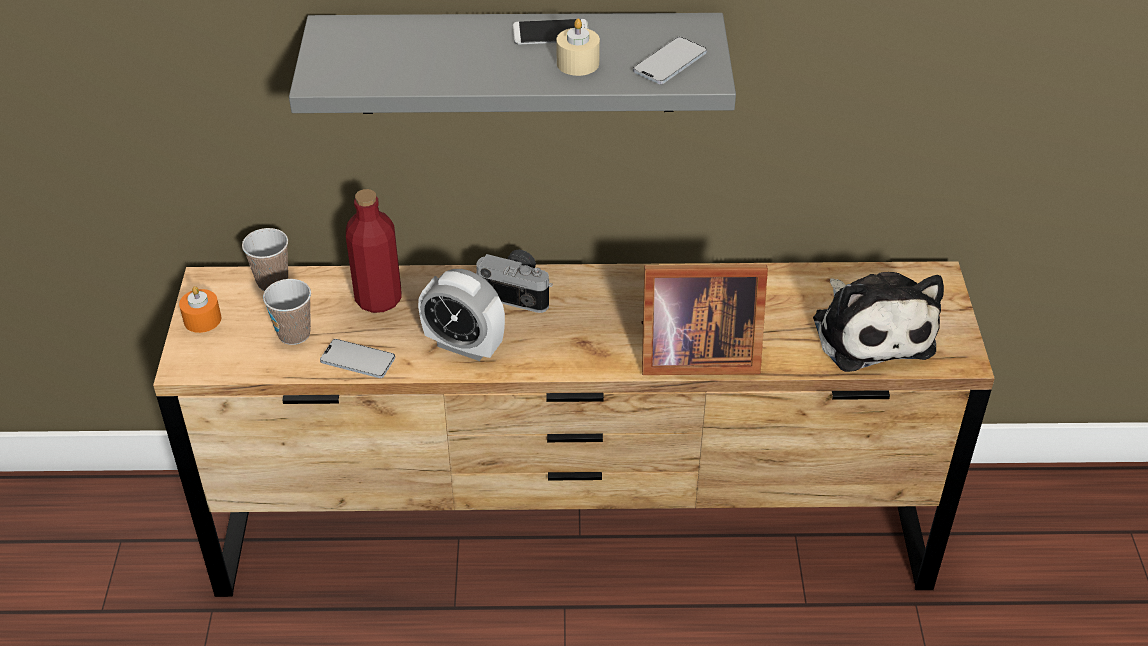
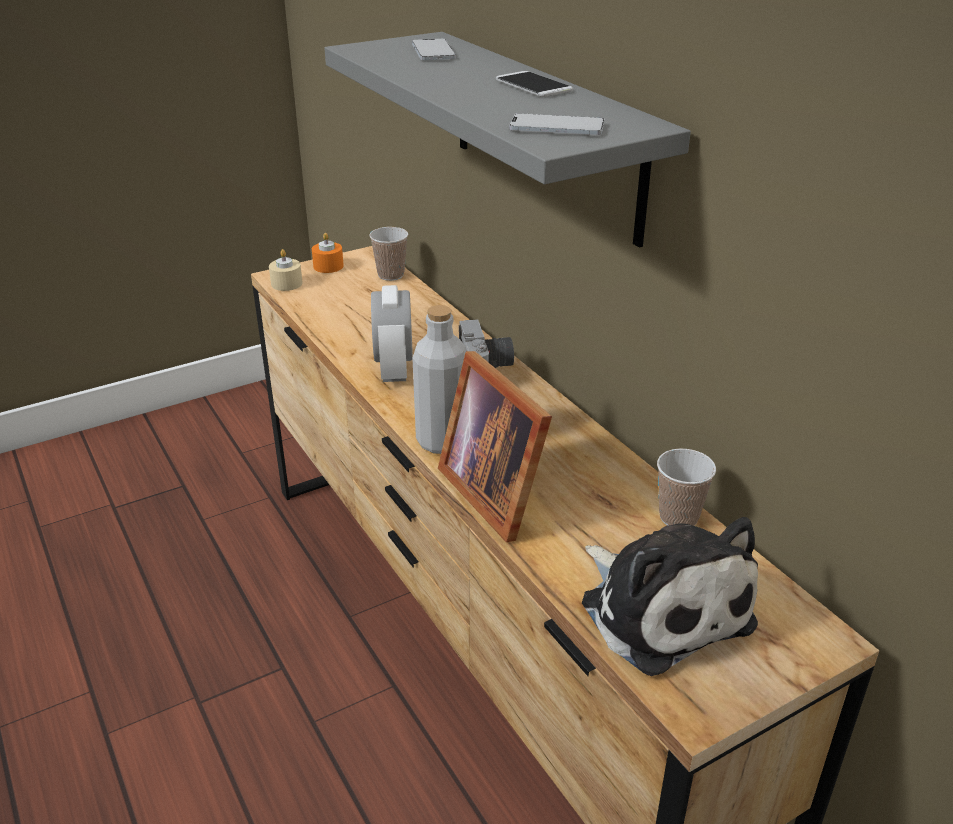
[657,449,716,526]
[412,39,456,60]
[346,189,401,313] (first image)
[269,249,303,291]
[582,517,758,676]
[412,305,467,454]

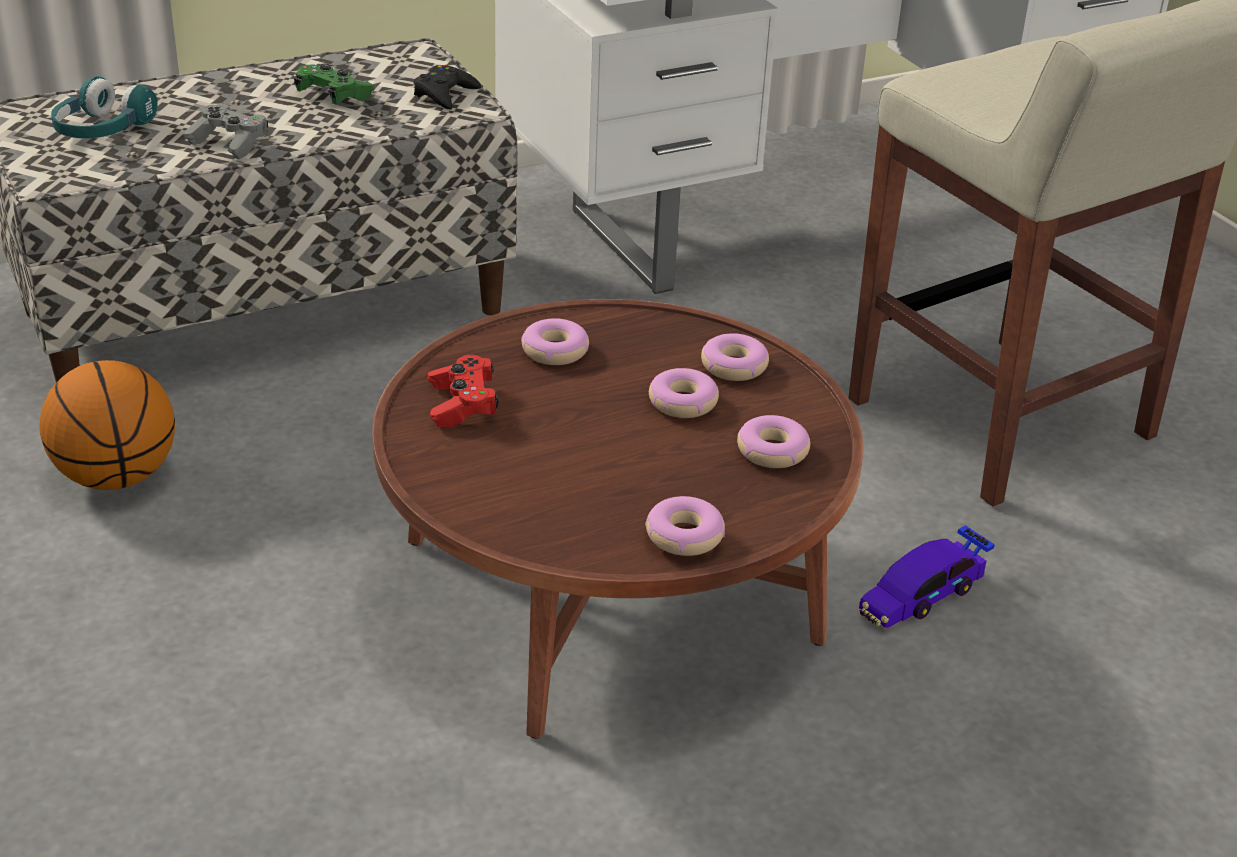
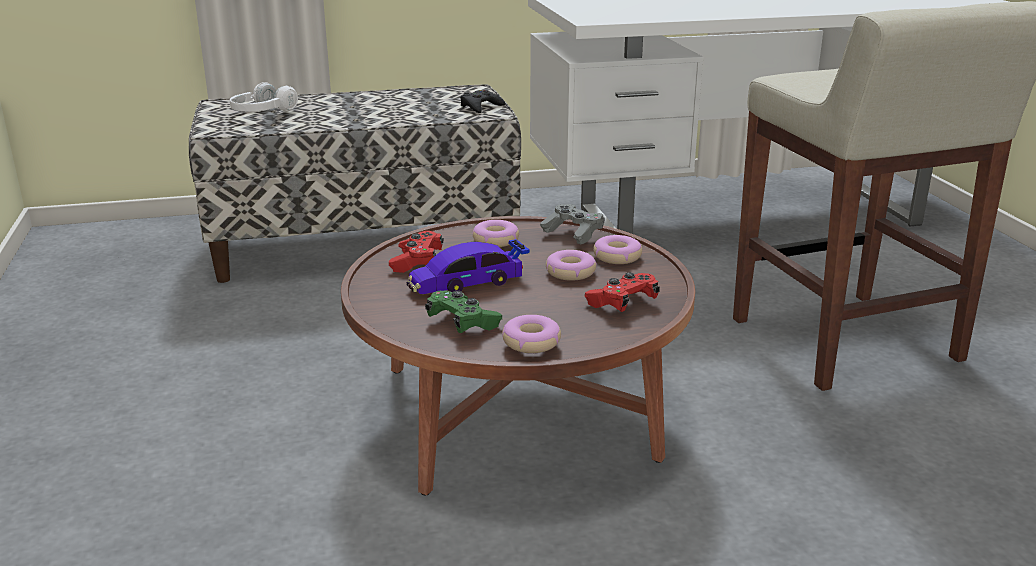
[40,360,175,490] (first image)
[230,82,298,112]
[540,204,604,244]
[425,291,502,333]
[584,272,660,312]
[406,239,530,294]

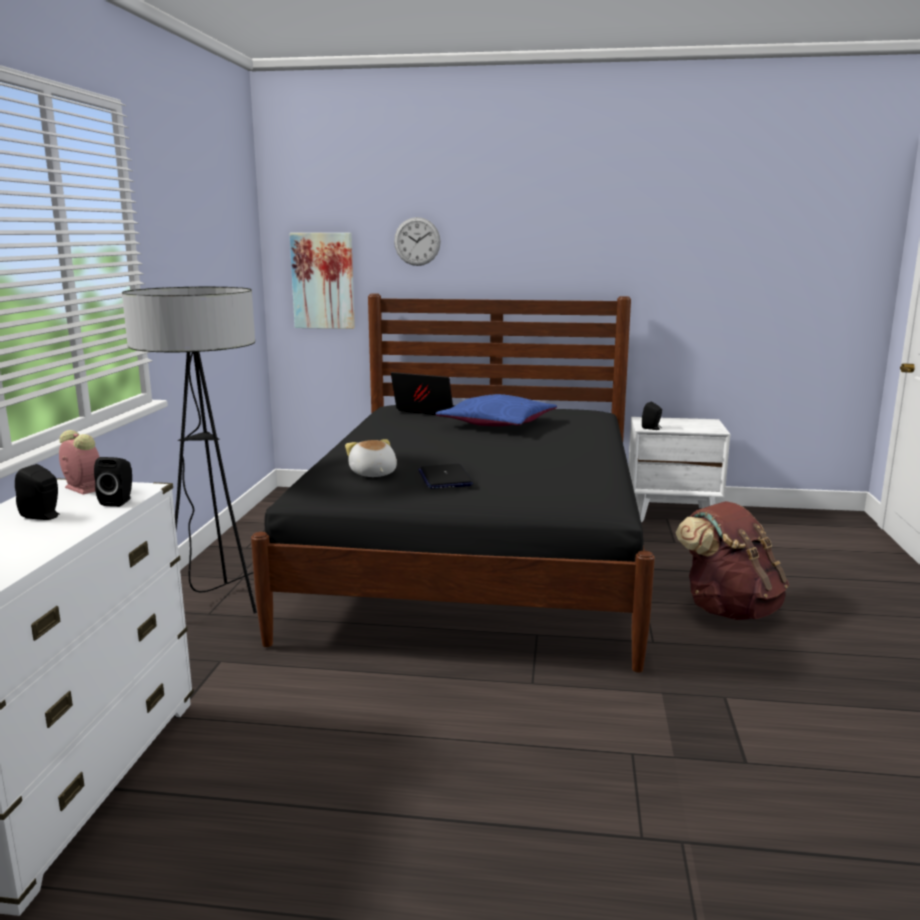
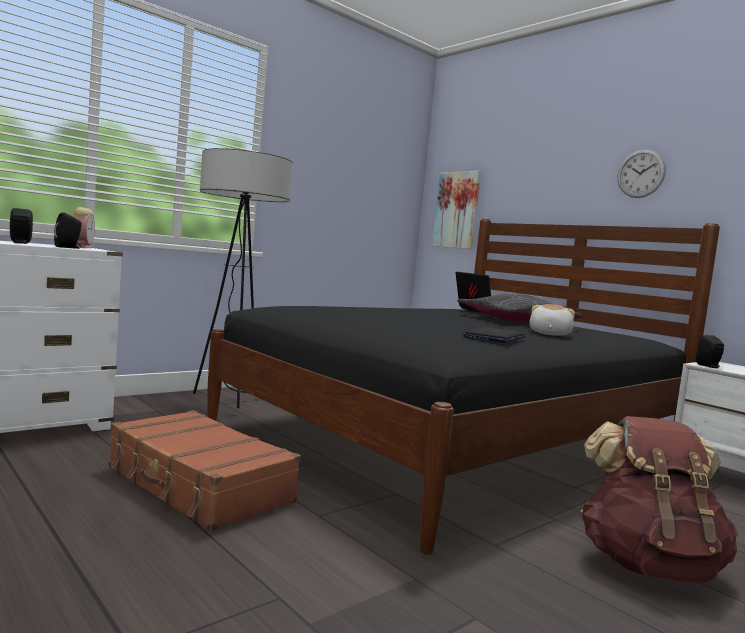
[529,304,575,336]
[618,149,666,198]
[462,327,525,343]
[457,293,583,322]
[109,410,301,531]

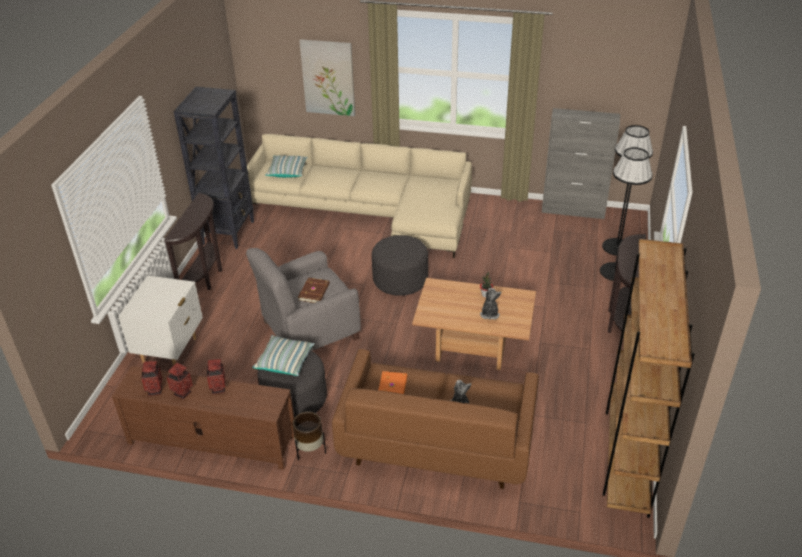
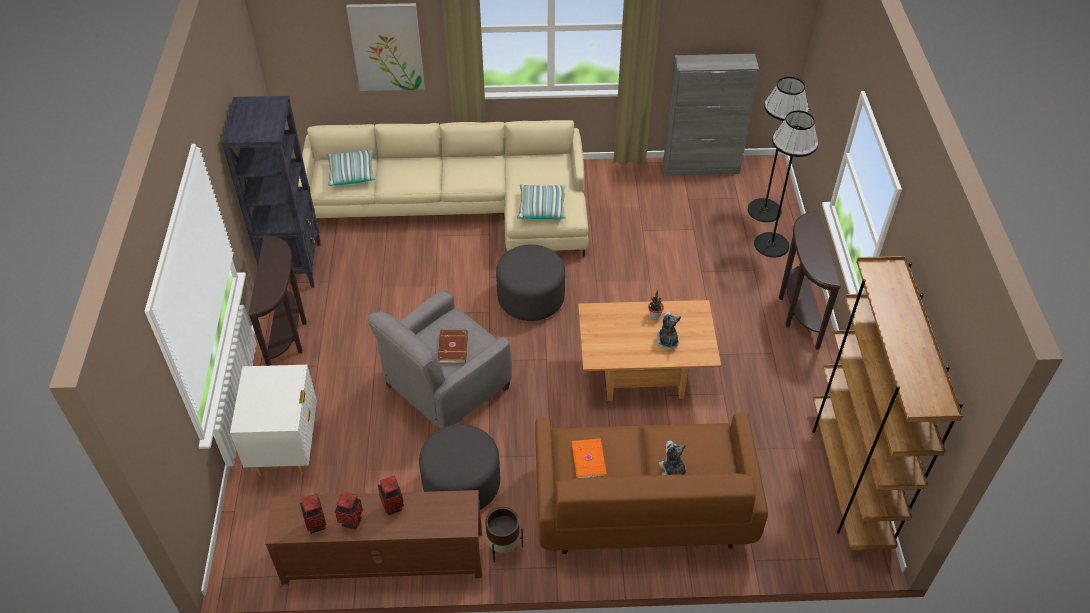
[517,184,566,219]

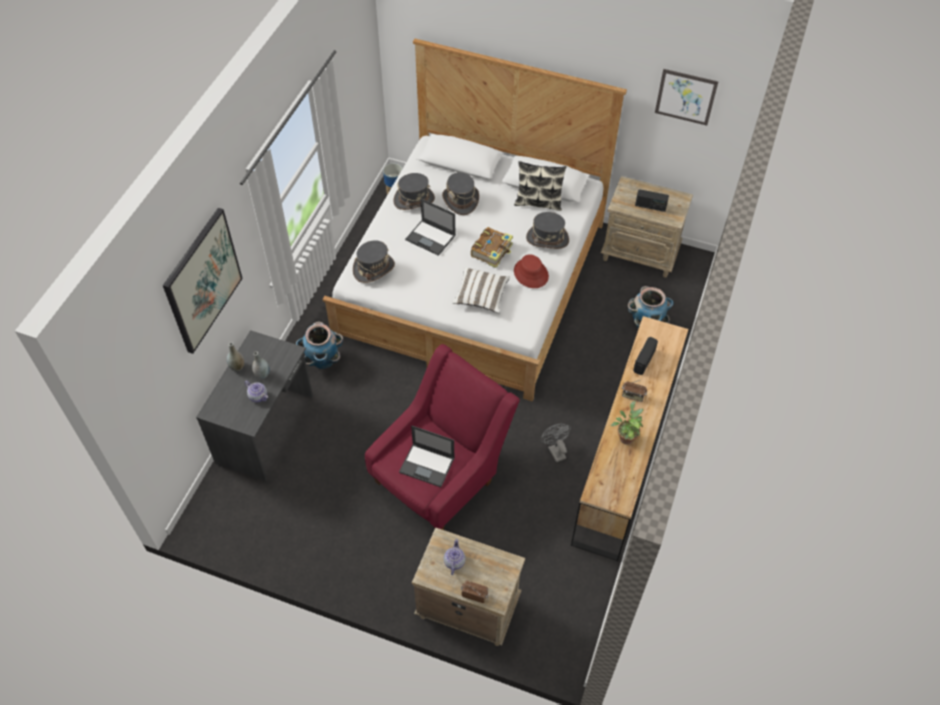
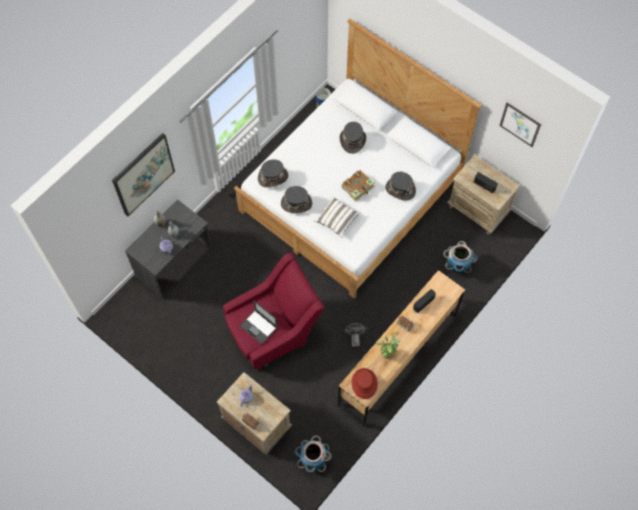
[295,435,332,473]
[281,186,312,213]
[405,199,456,256] (first image)
[514,161,567,211] (first image)
[352,368,378,399]

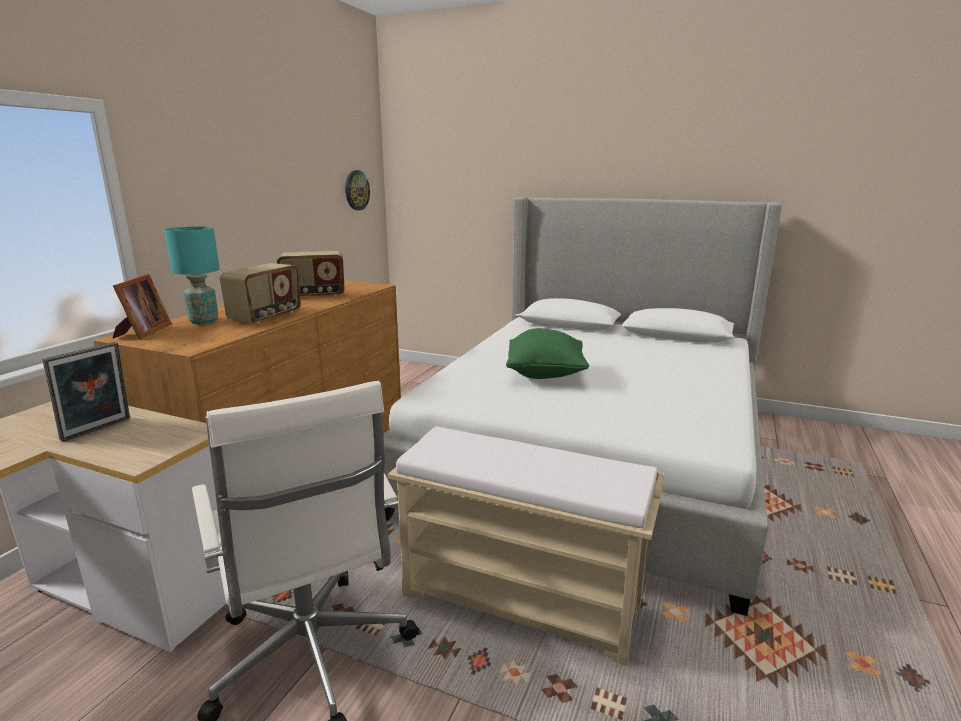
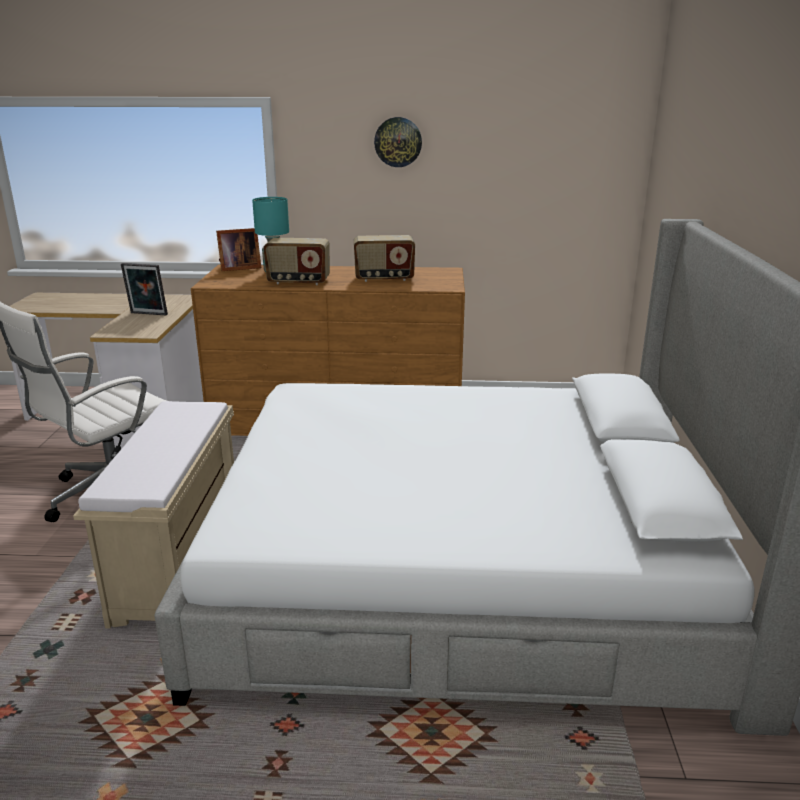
[354,235,415,282]
[374,117,422,167]
[506,328,589,379] (first image)

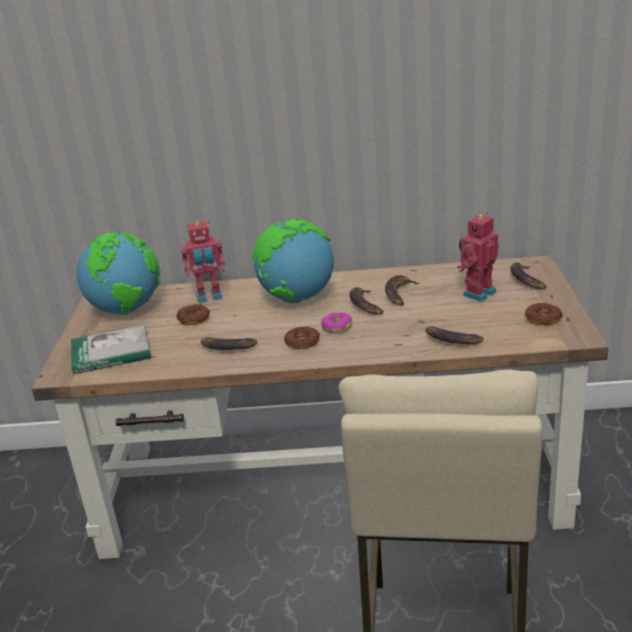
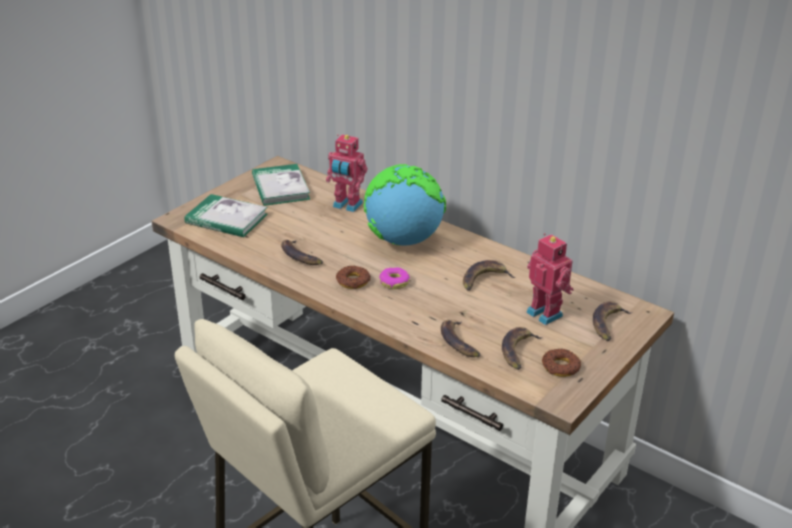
[252,164,310,206]
[176,304,210,325] (first image)
[502,327,543,370]
[526,233,573,325]

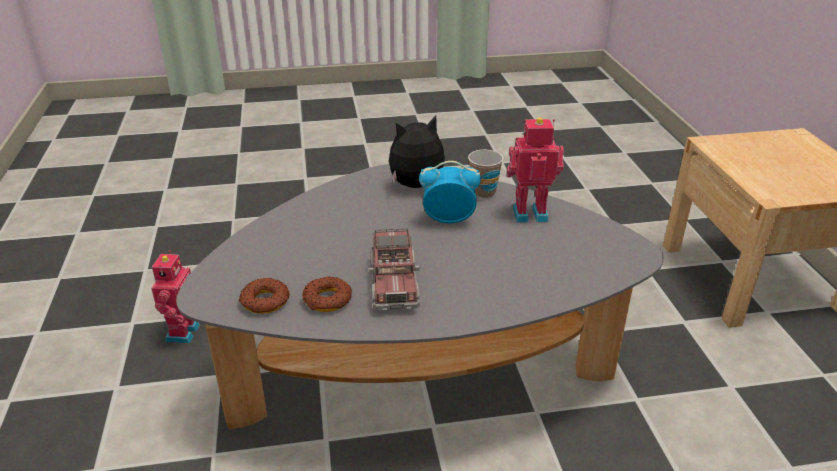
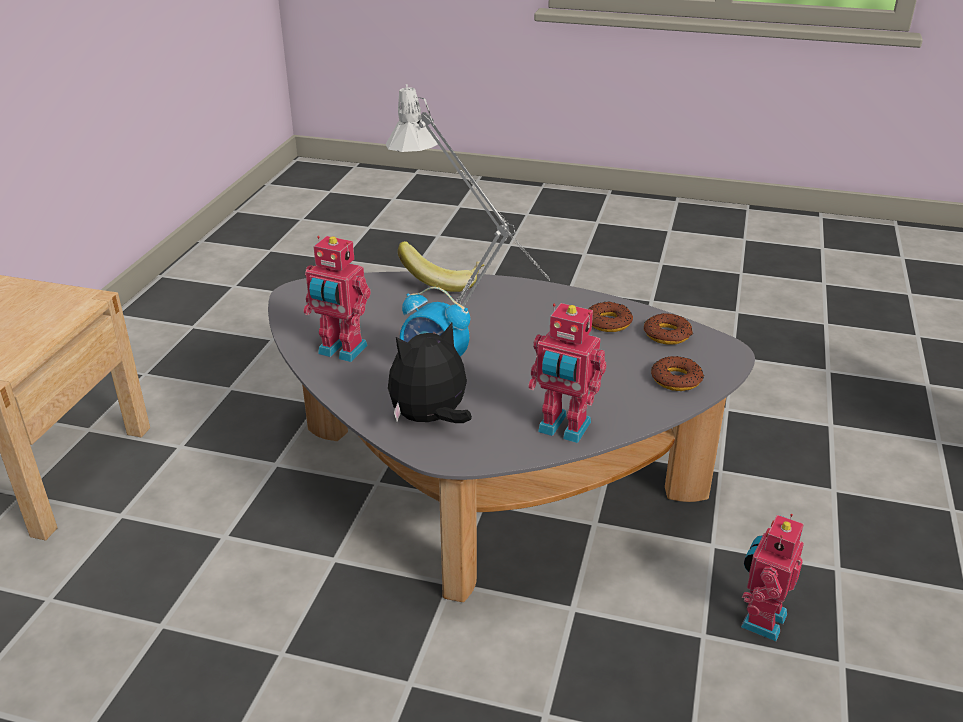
[369,229,420,310] (first image)
[388,323,472,423]
[468,150,503,199] (first image)
[385,84,550,306]
[398,241,484,292]
[528,303,606,443]
[651,356,704,391]

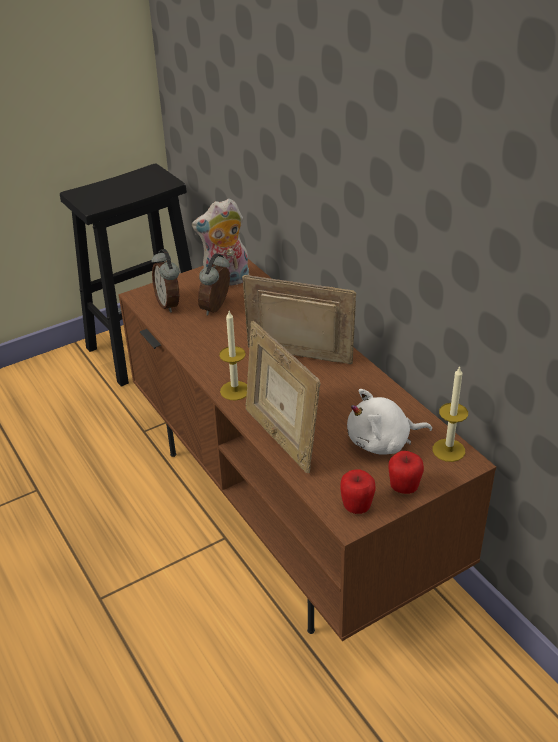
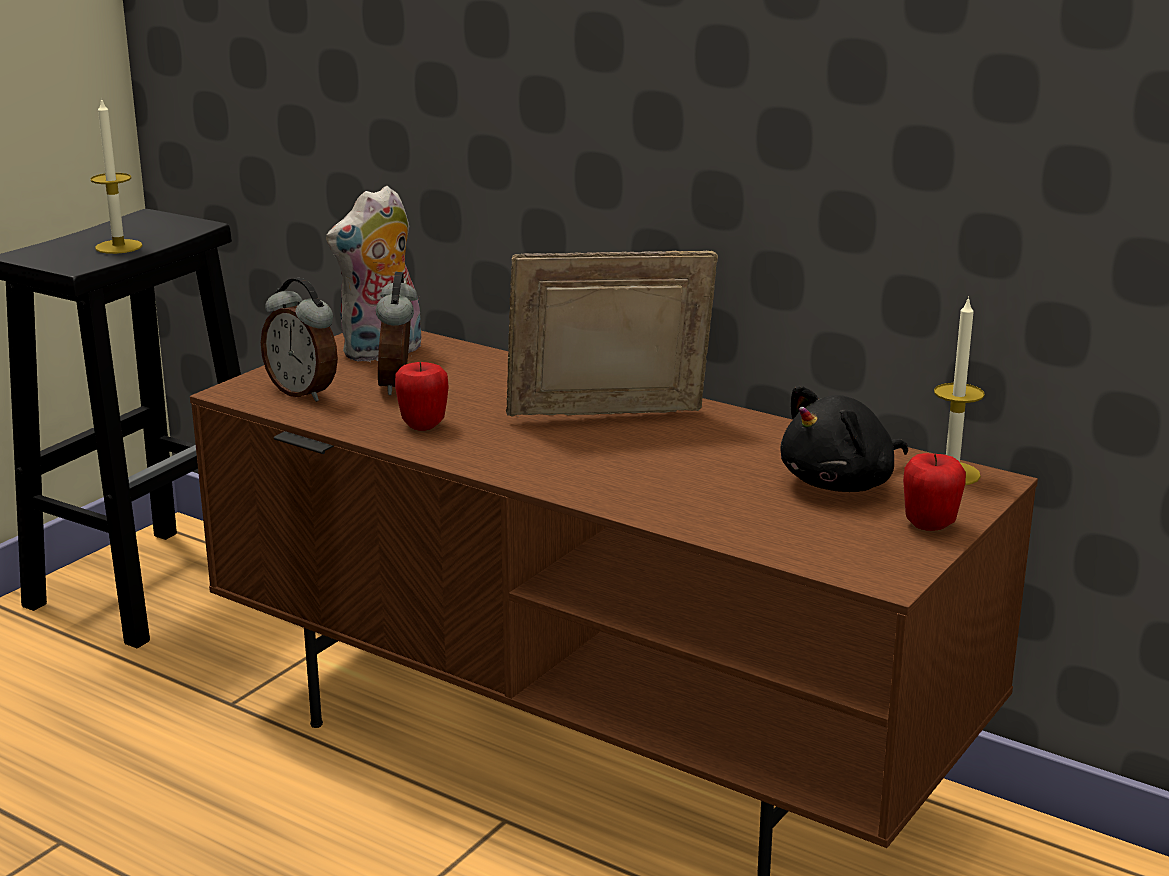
[90,97,142,254]
[246,321,321,473] (first image)
[395,362,449,431]
[780,386,908,492]

